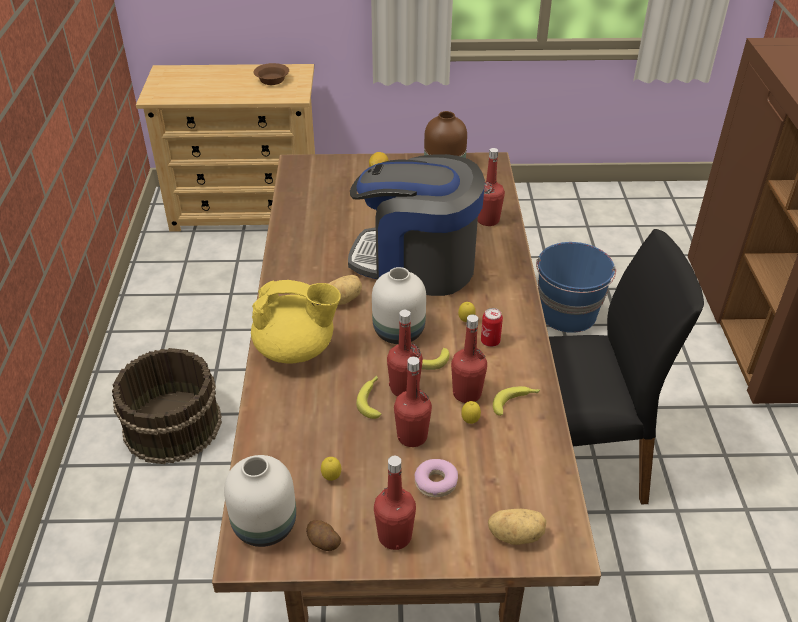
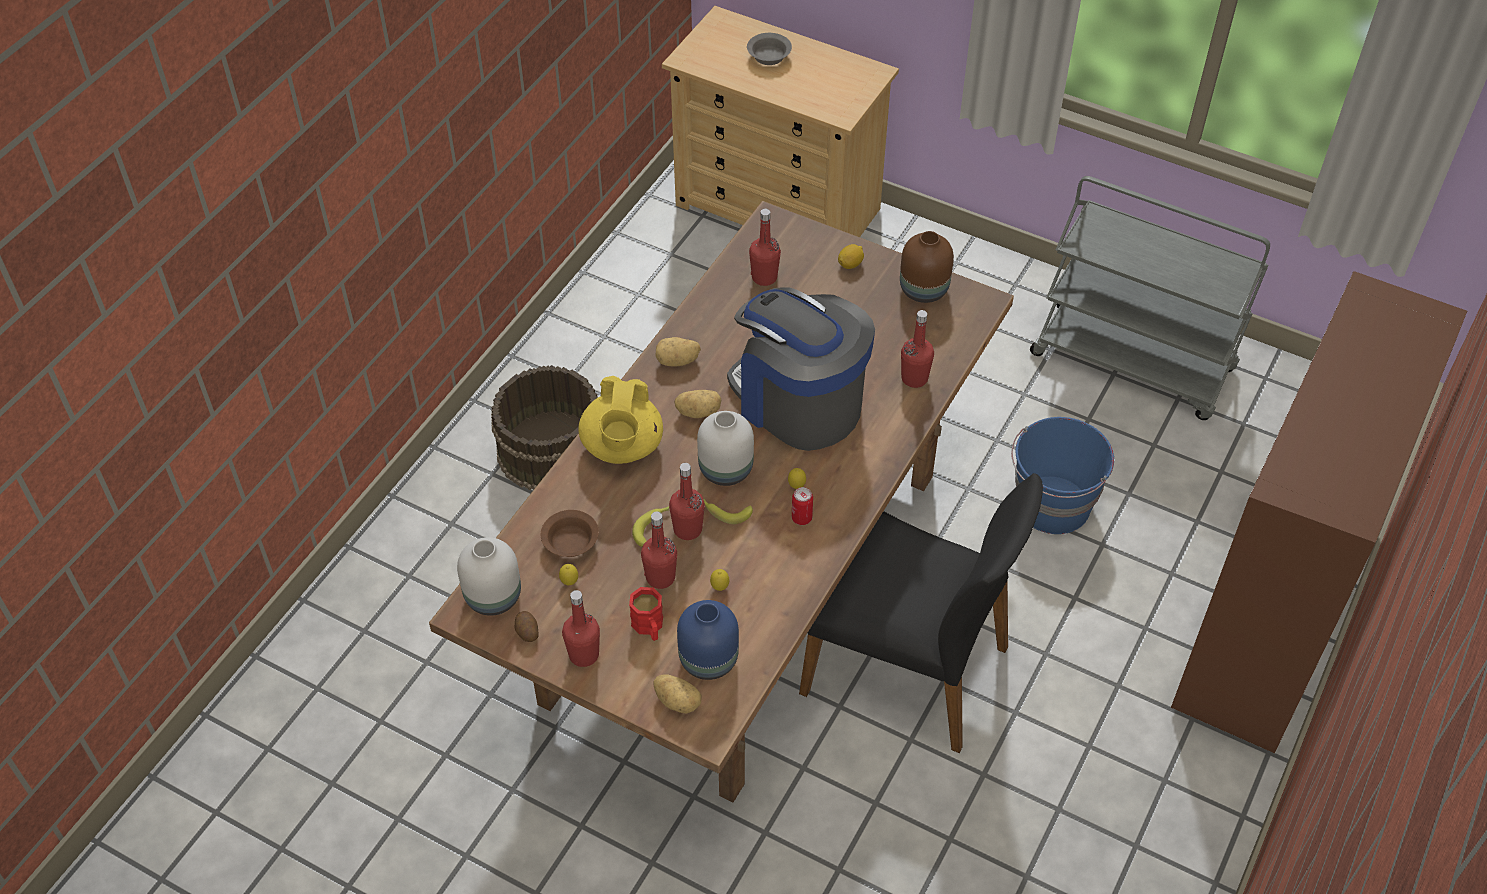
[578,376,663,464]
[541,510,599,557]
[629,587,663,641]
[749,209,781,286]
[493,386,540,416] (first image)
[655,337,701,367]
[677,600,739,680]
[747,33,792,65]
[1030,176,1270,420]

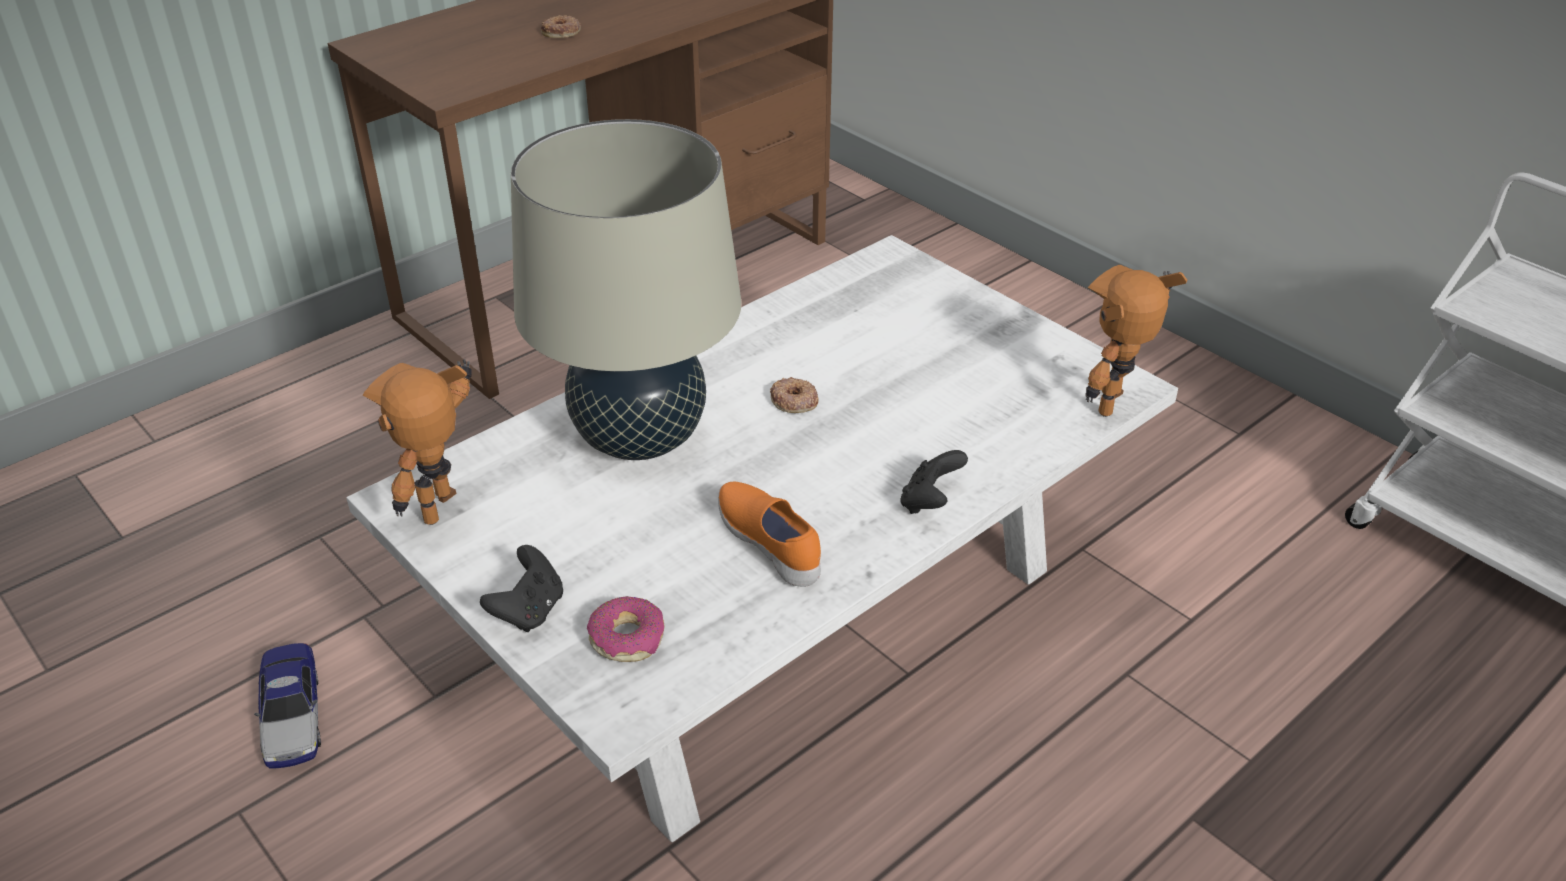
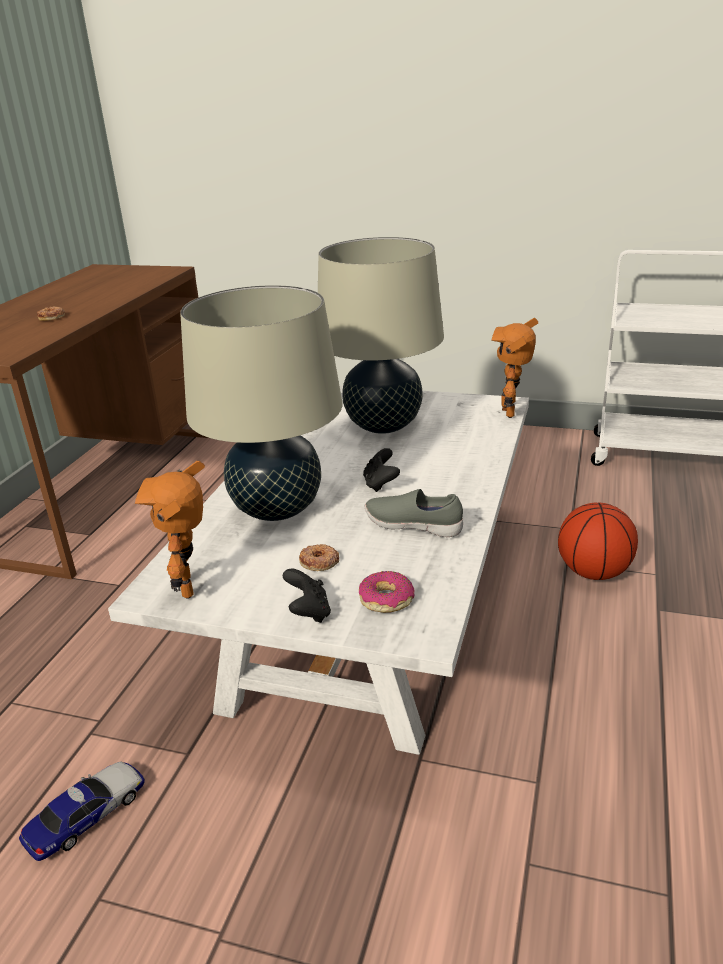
[19,762,145,861]
[365,489,463,537]
[299,544,339,571]
[363,448,400,492]
[318,237,444,434]
[558,503,638,580]

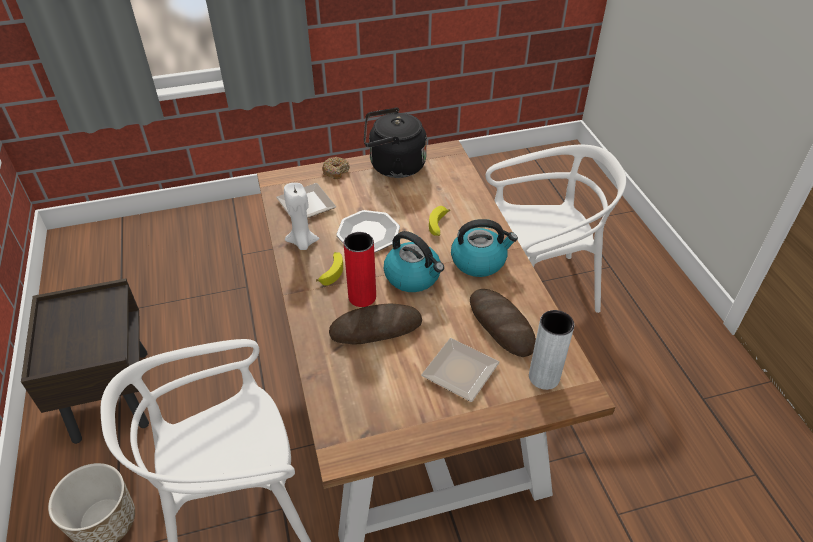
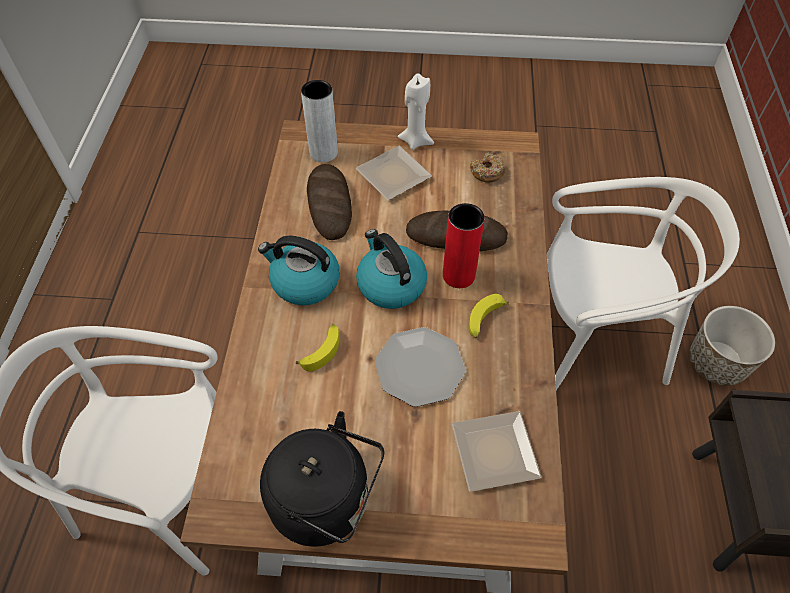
[398,73,434,150]
[470,153,505,183]

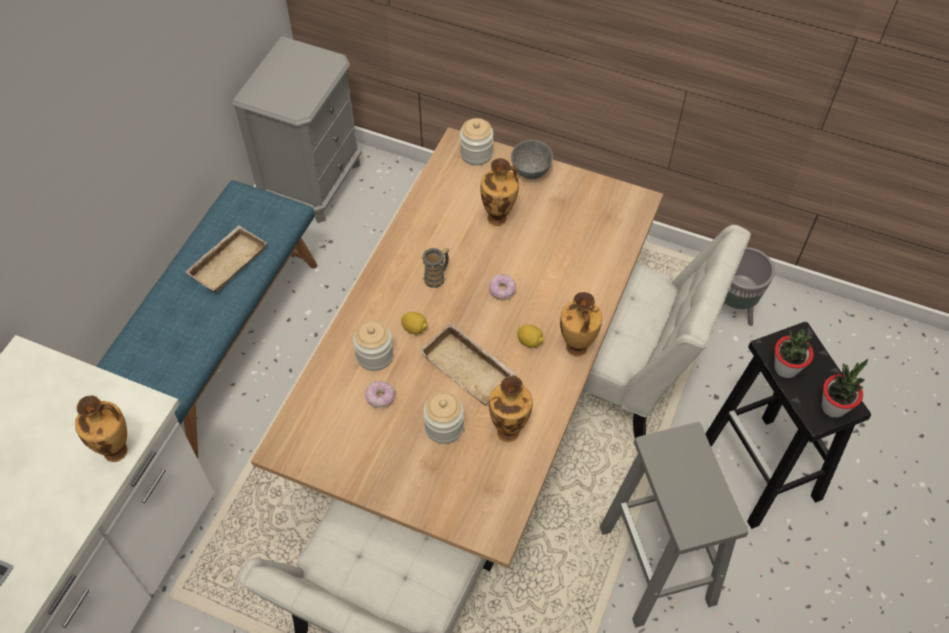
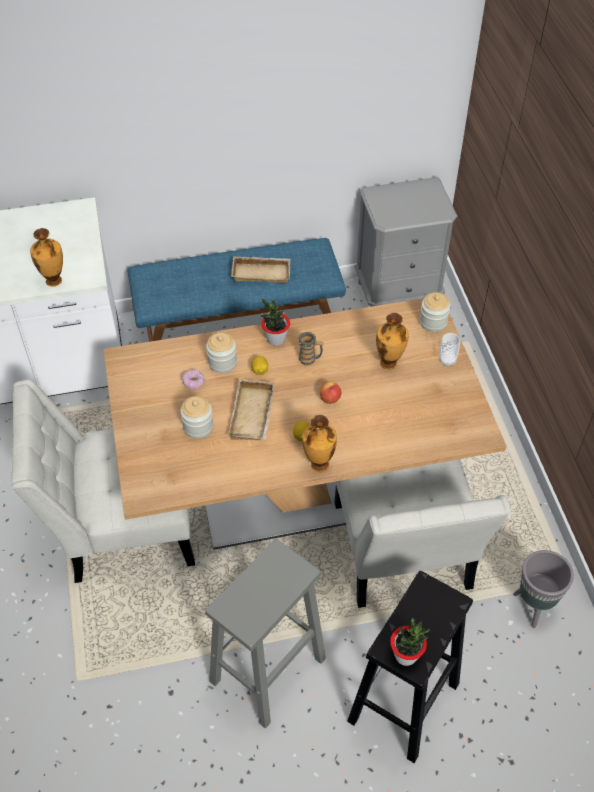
[320,381,341,404]
[489,376,533,442] (first image)
[439,333,460,366]
[261,298,290,346]

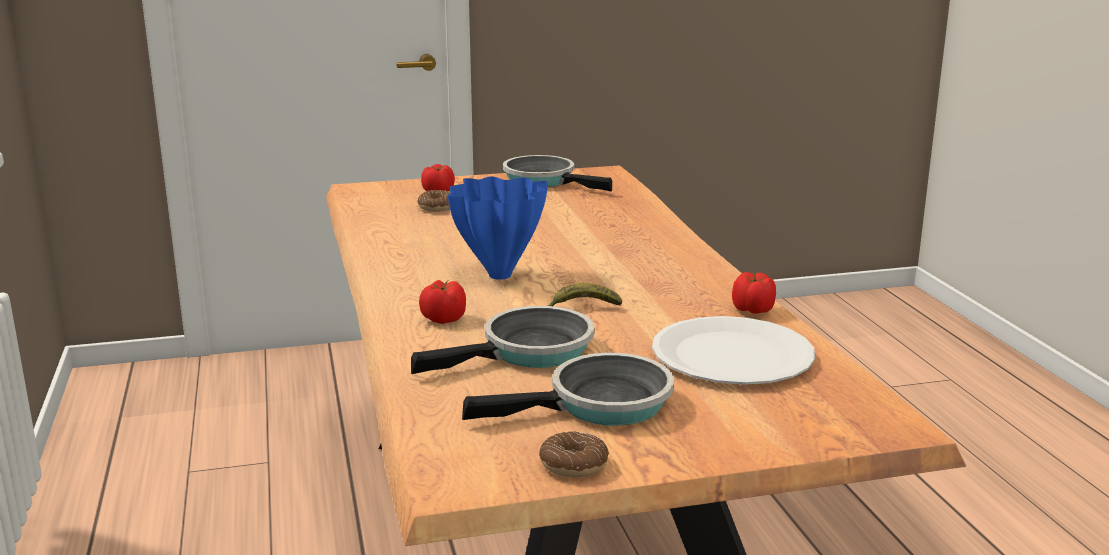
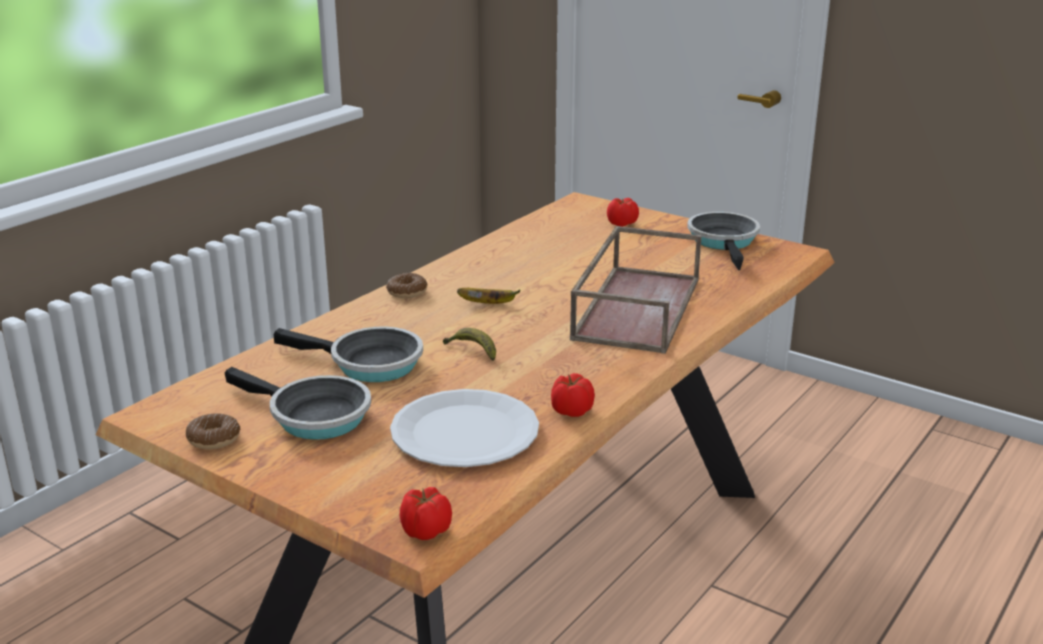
[386,273,428,298]
[399,487,452,540]
[457,288,520,304]
[570,226,702,354]

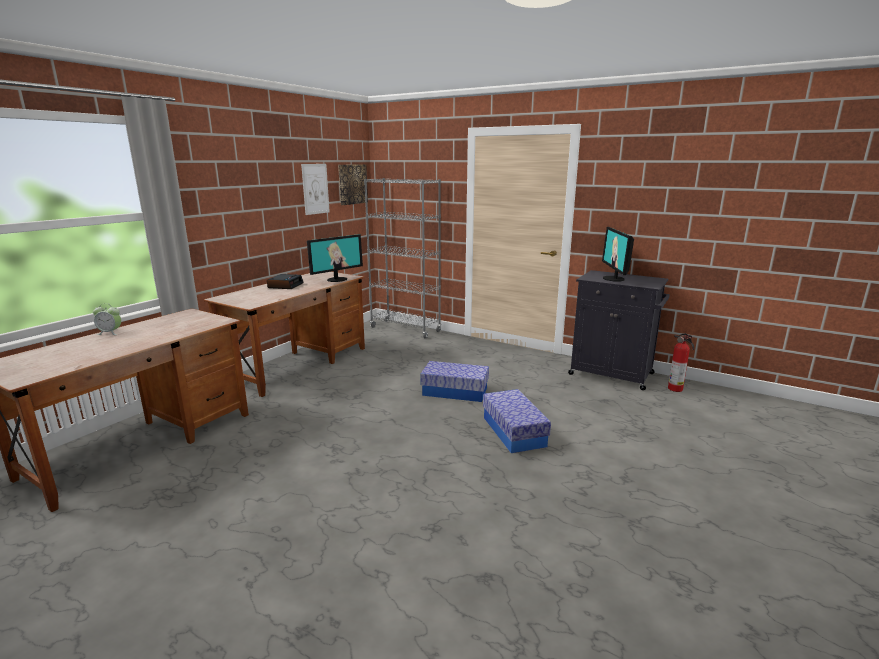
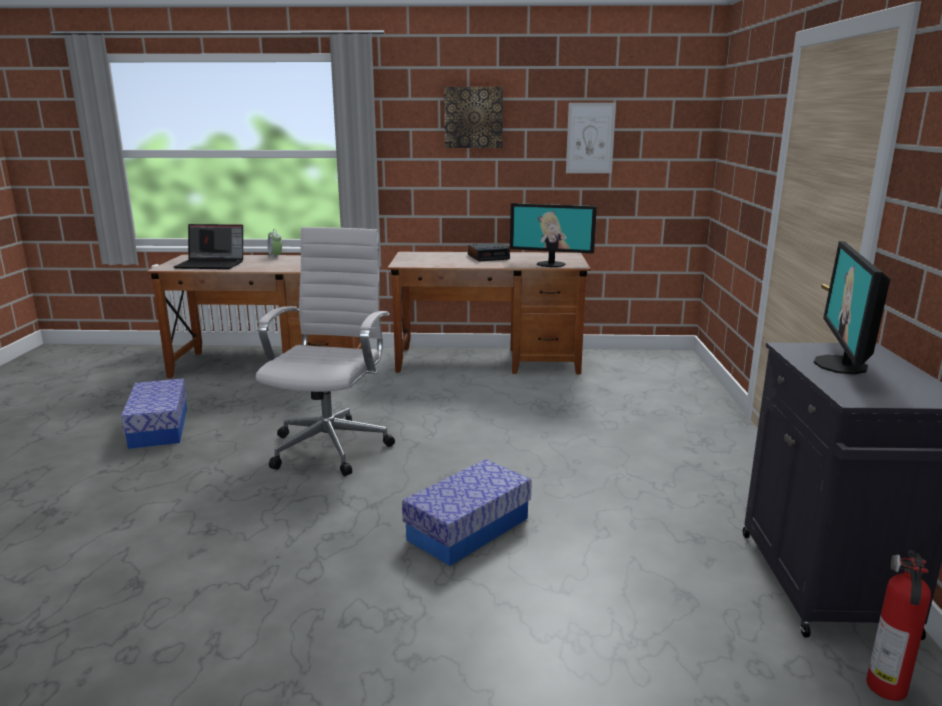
[444,87,503,148]
[364,178,441,339] (first image)
[121,378,187,449]
[814,241,890,375]
[173,224,243,269]
[256,227,395,476]

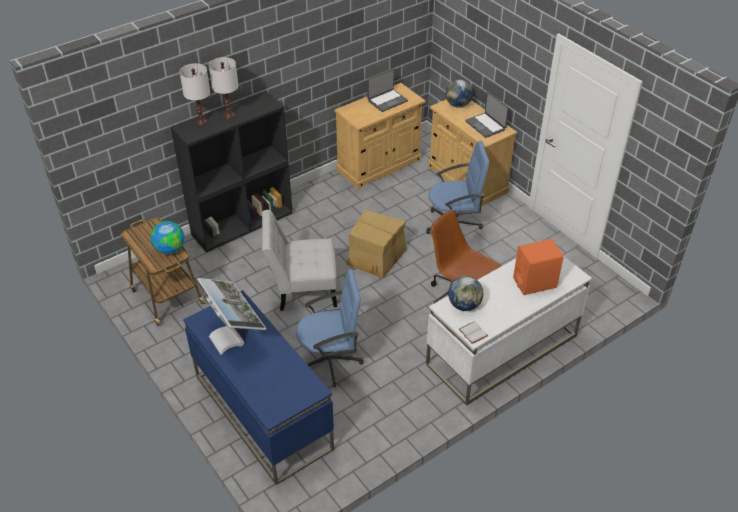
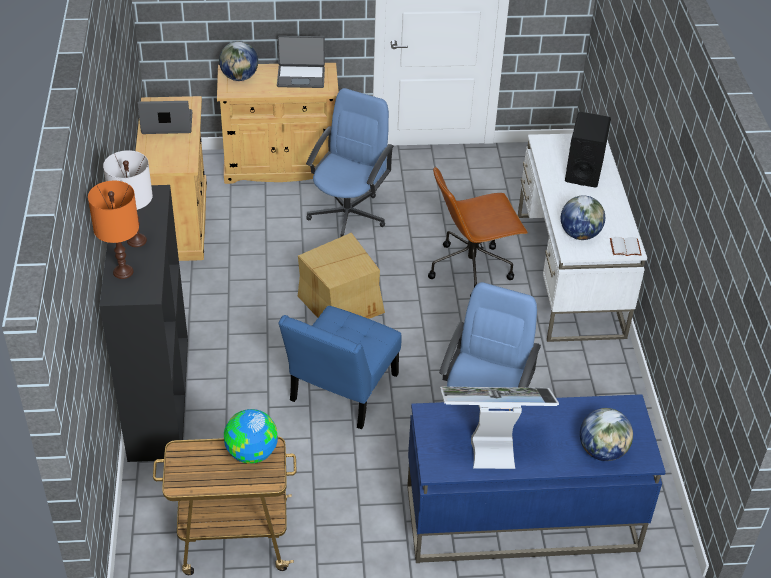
[88,181,139,279]
[279,306,401,430]
[137,101,192,134]
[565,112,611,188]
[580,408,633,461]

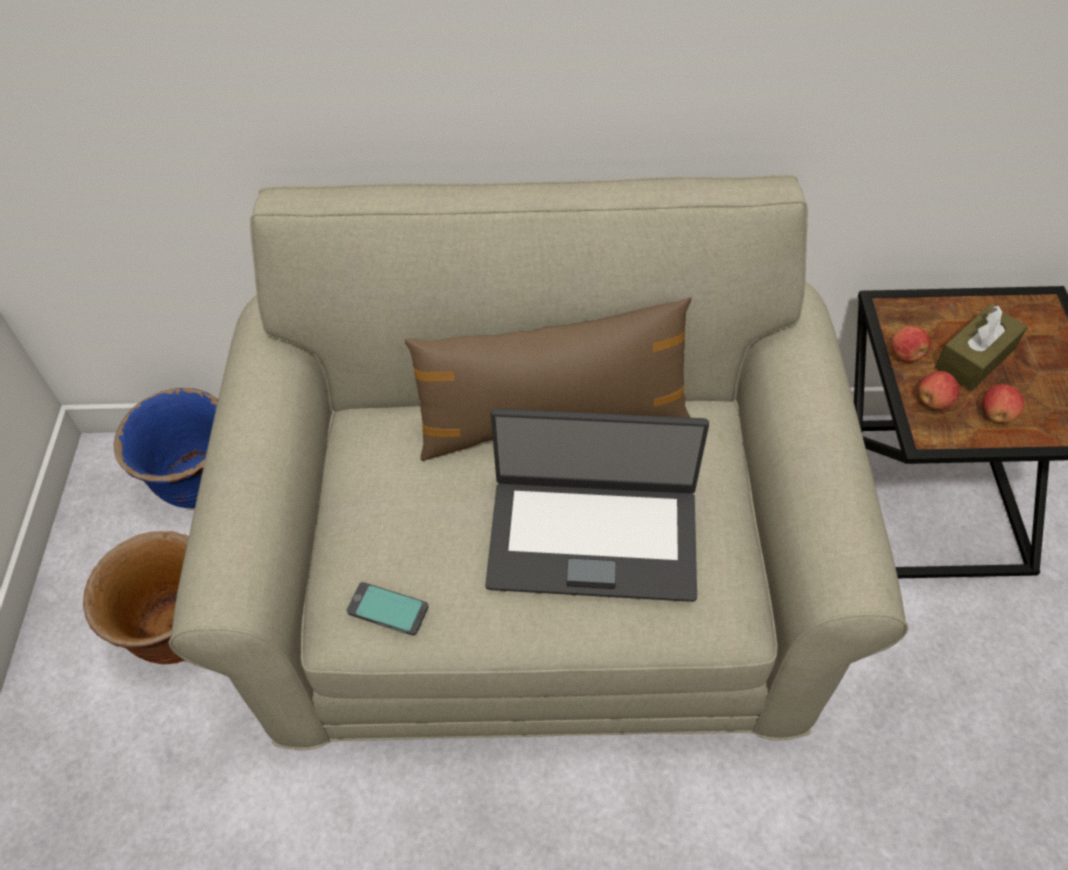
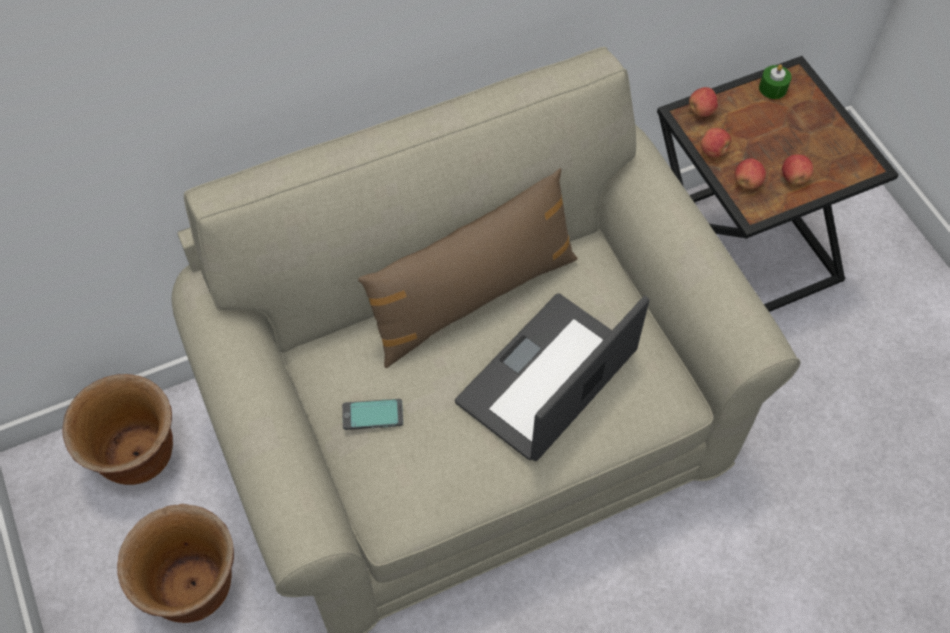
[62,374,173,485]
[342,399,403,430]
[455,293,649,461]
[935,304,1028,391] (first image)
[689,87,718,117]
[759,64,792,99]

